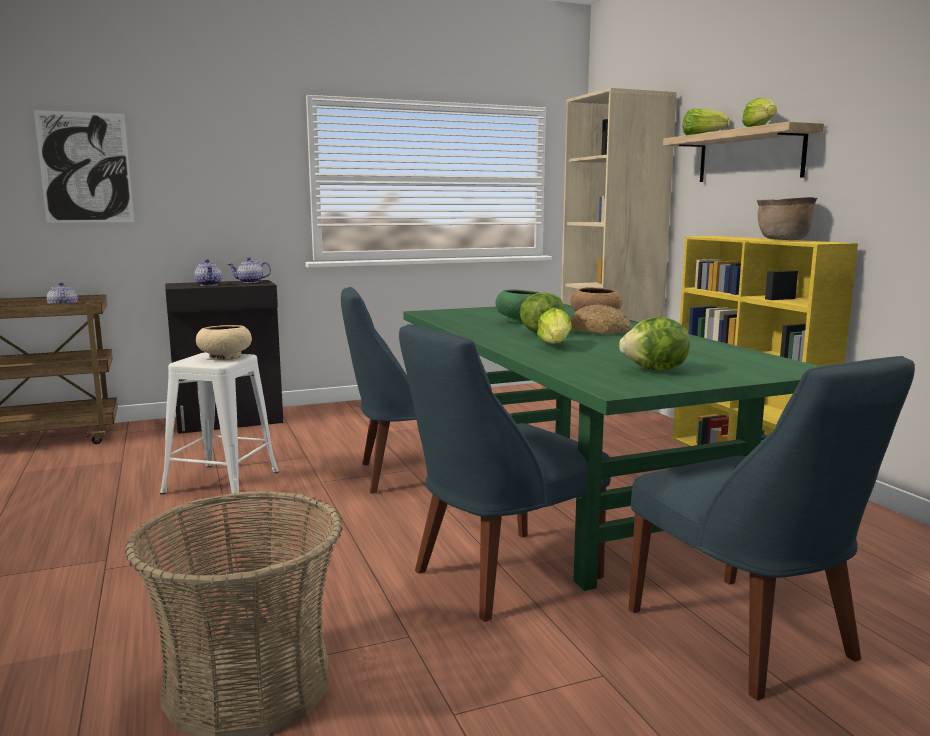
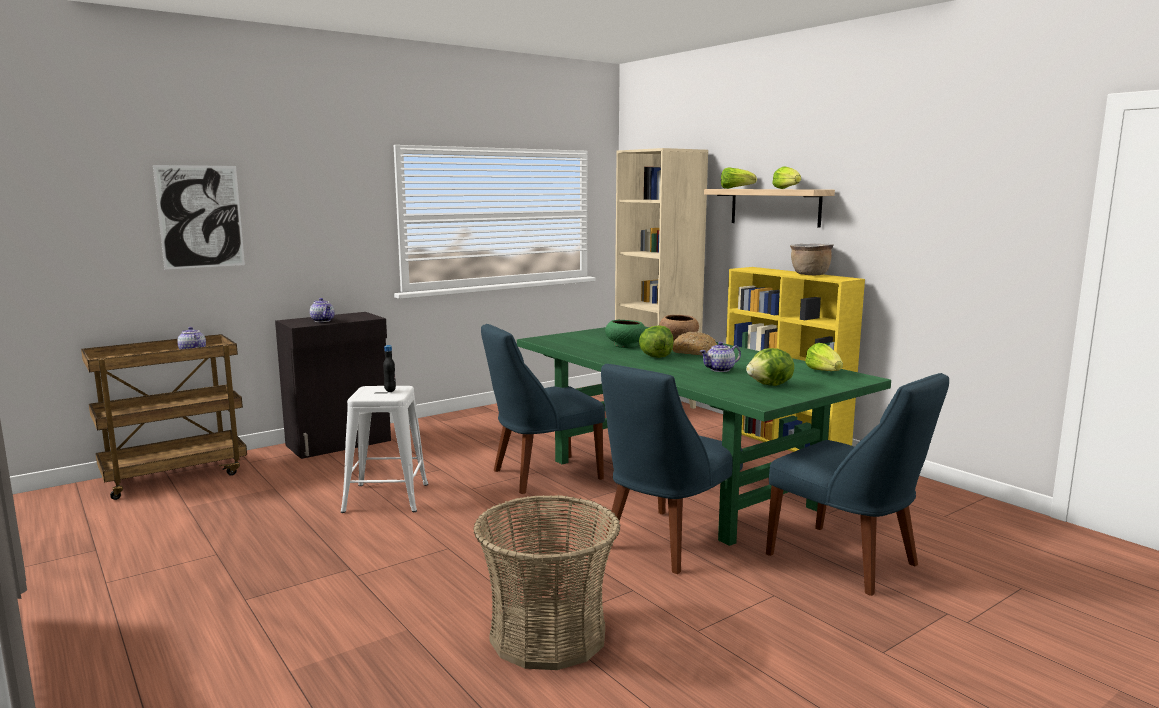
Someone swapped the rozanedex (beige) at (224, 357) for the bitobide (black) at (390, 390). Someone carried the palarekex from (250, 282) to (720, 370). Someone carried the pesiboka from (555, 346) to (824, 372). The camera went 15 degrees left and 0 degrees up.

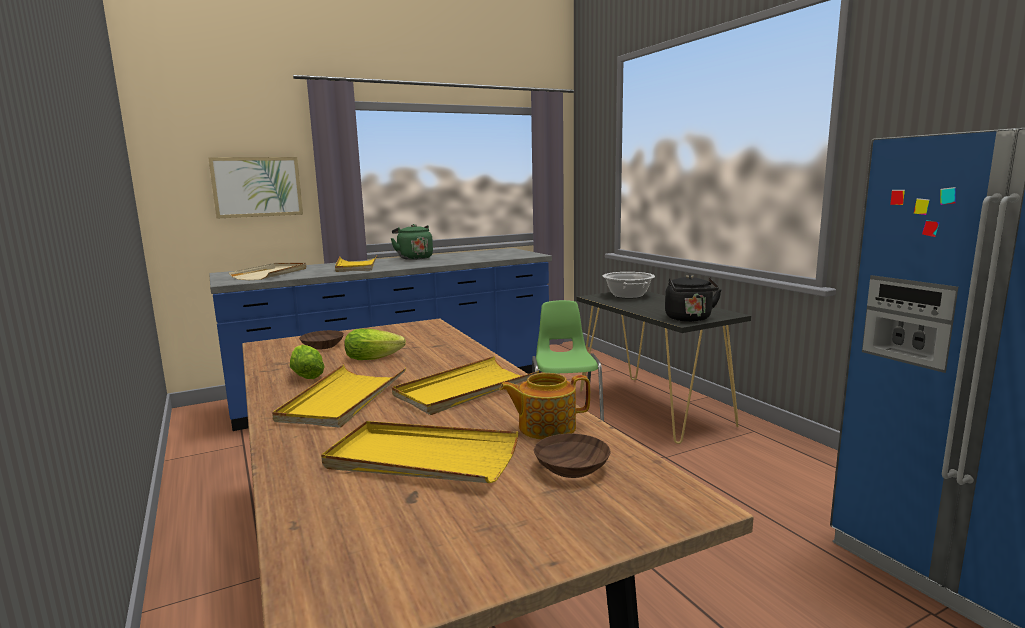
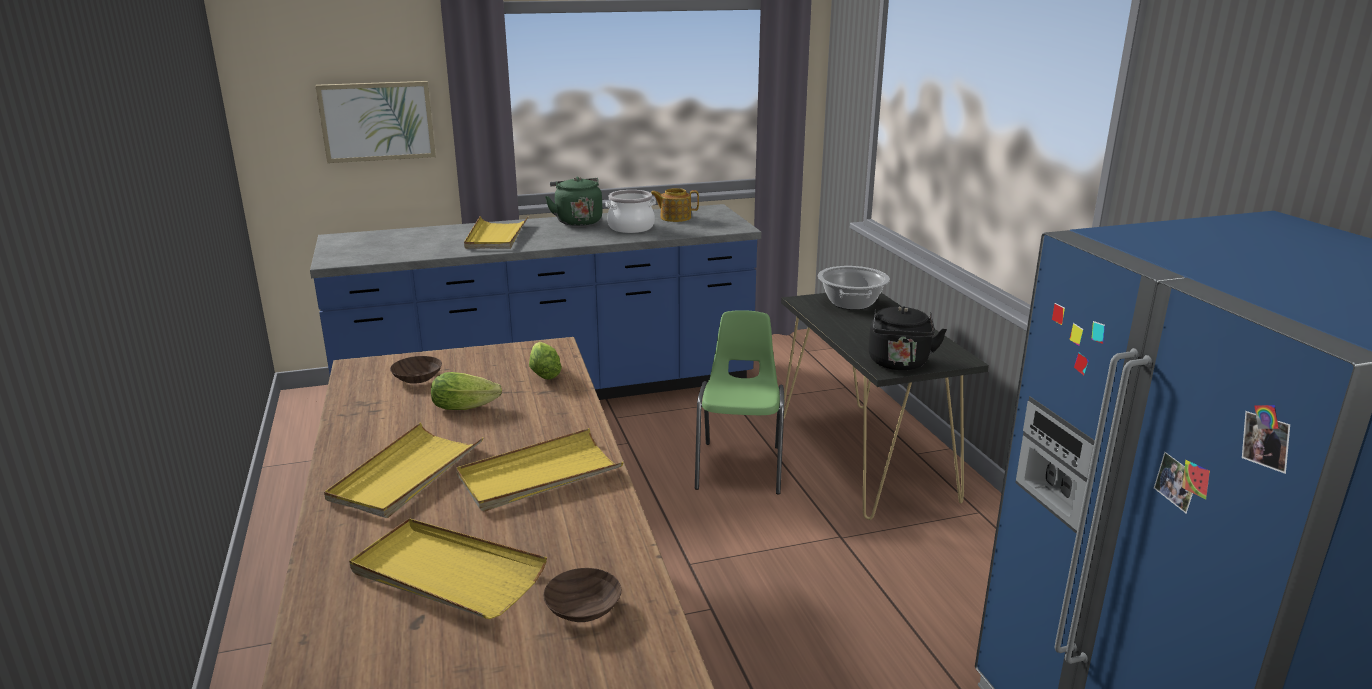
Someone carried the pesiboka from (307, 374) to (544, 371). Someone put down the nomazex at (631, 228). Someone carried the palarekex from (545, 427) to (675, 217). Someone took away the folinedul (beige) at (271, 274). The camera went 10 degrees right and 10 degrees up.

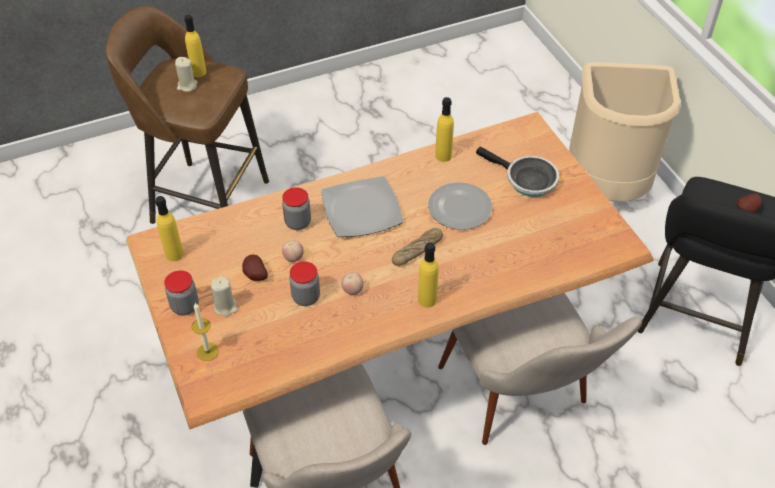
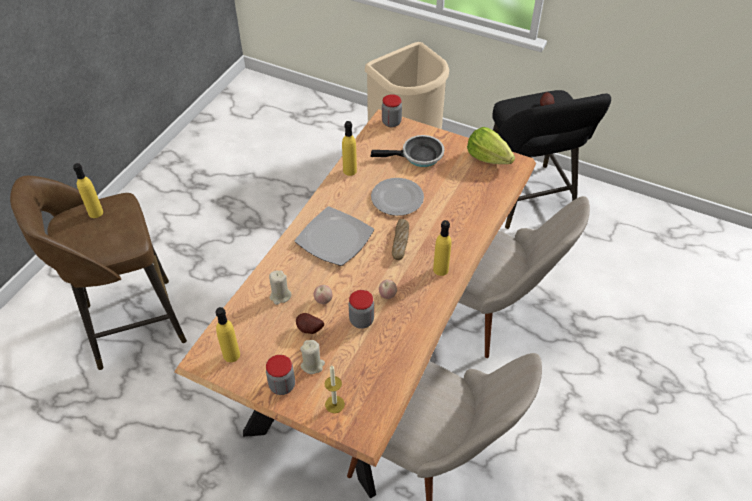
Someone carried the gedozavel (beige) from (187, 86) to (280, 296). Someone carried the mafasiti from (298, 222) to (391, 122). Someone put down the pesiboka at (488, 158). The camera went 40 degrees left and 0 degrees up.

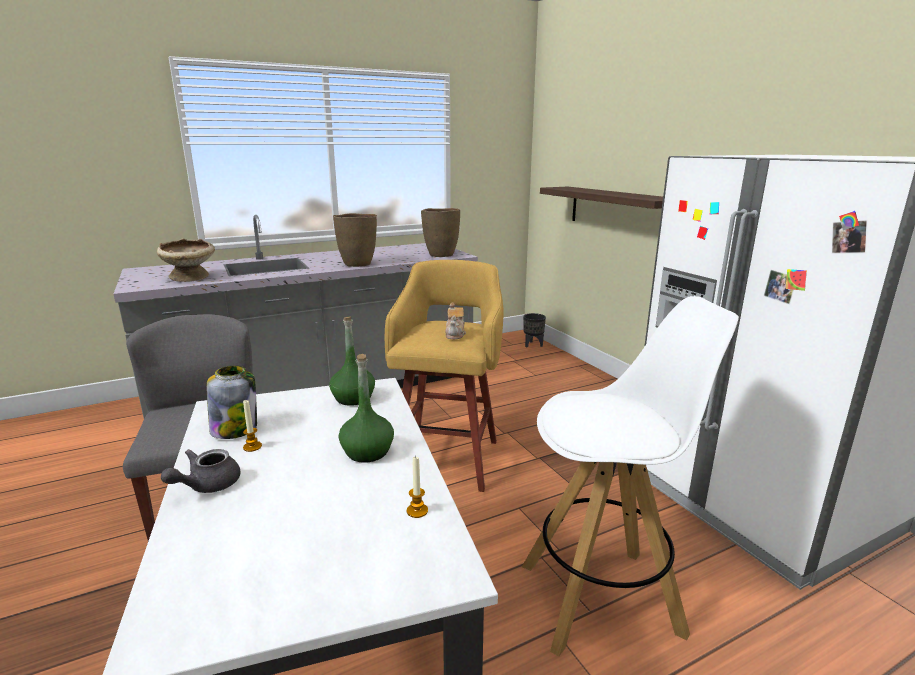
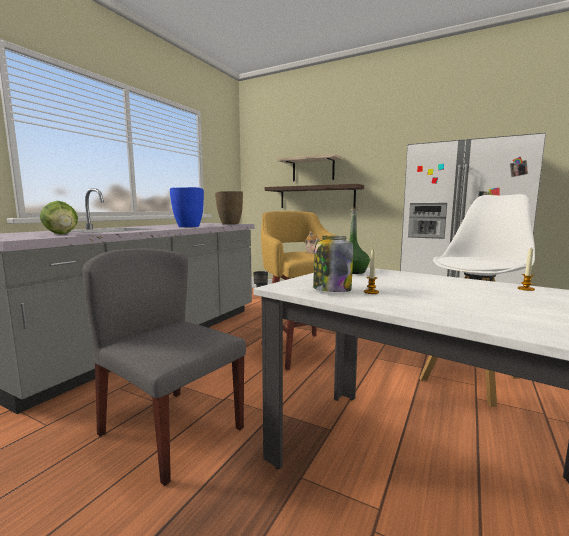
Someone swapped the rozanedex (beige) at (191, 278) for the pesiboka at (61, 234). Someone repainted the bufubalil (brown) at (357, 264), which became the bufubalil (blue) at (188, 227). Someone put up the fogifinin at (313, 169). Someone took away the palarekex (grey) at (207, 485). Someone took away the bitobide (green) at (367, 452). The camera went 35 degrees left and 10 degrees down.

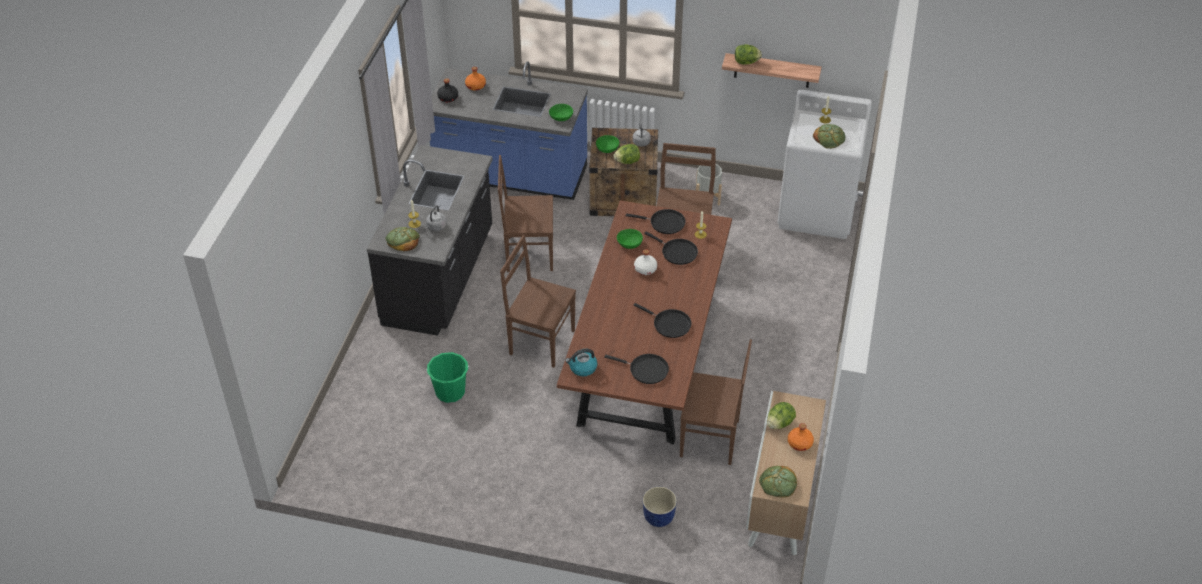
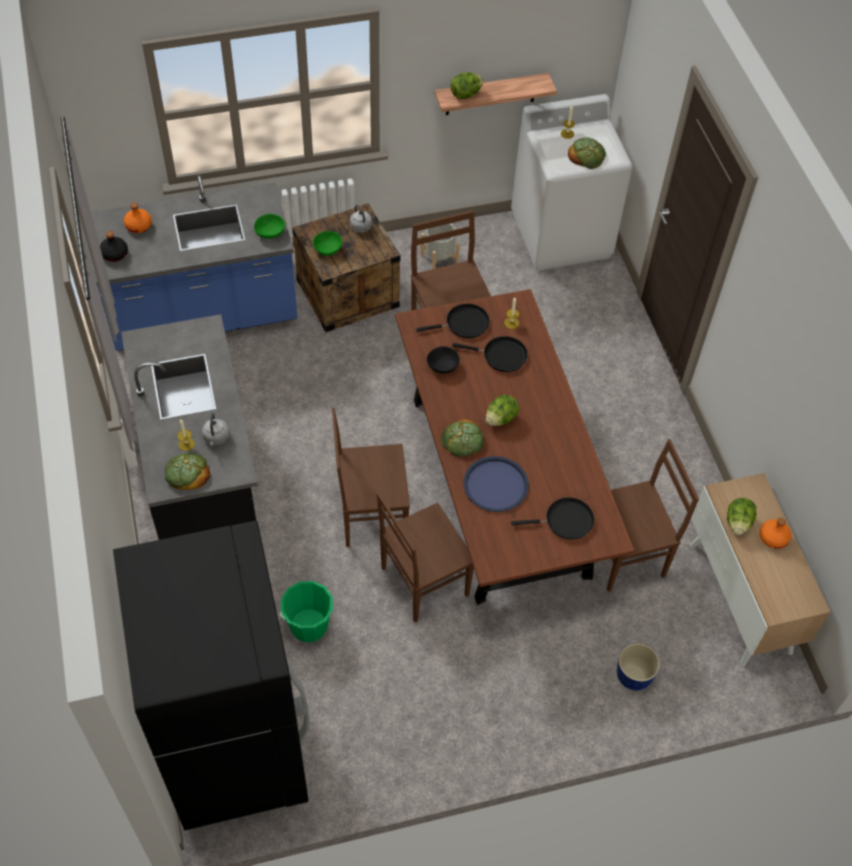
Someone put down the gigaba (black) at (235, 748). Someone carried the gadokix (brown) from (528, 253) to (422, 582). Someone repainted the rozanedex (green) at (629, 243), which became the rozanedex (black) at (443, 365). Someone carried the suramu from (778, 484) to (463, 440). Someone put down the folinedul (blue) at (495, 485). Someone carried the pesiboka from (627, 161) to (501, 418). Someone took away the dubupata at (582, 368). Someone took away the bitobide (white) at (645, 269). Someone took away the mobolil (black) at (669, 324). The camera went 30 degrees left and 10 degrees up.

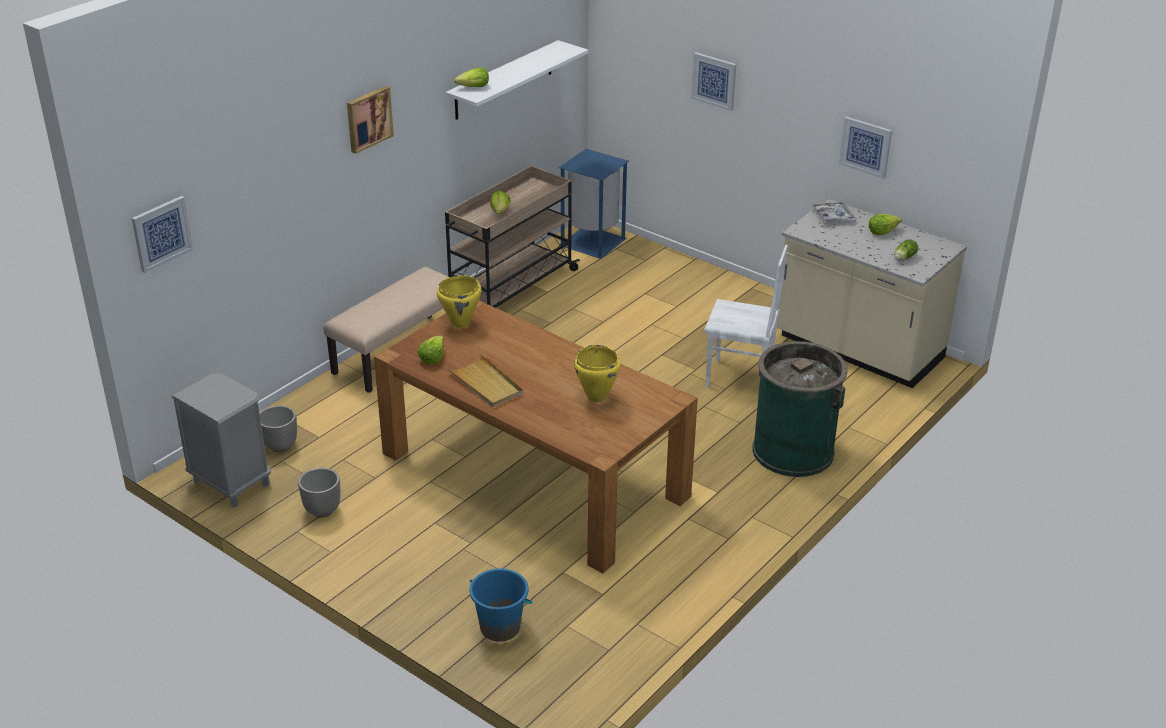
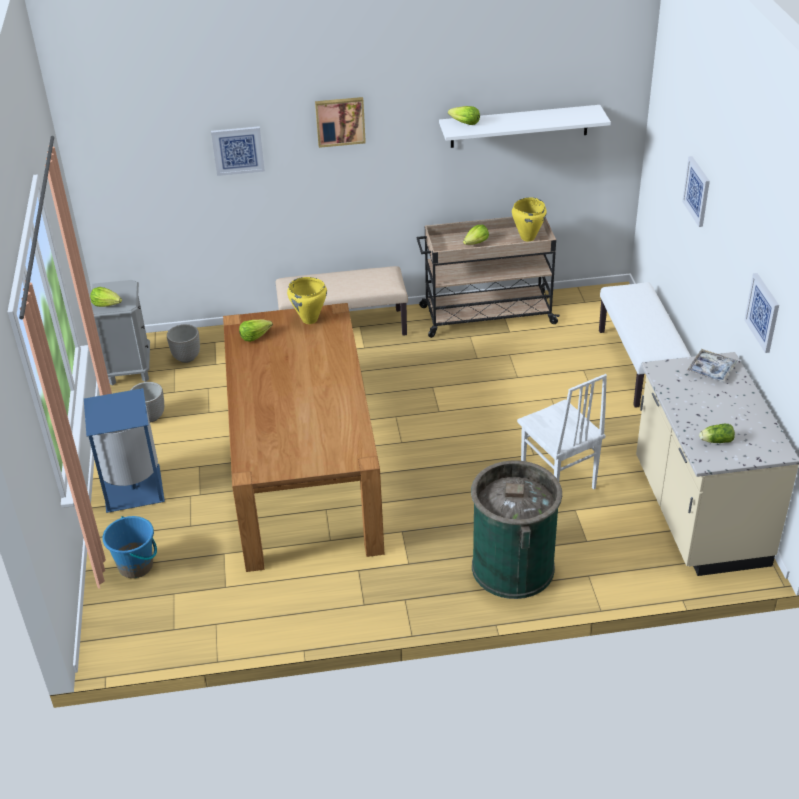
Someone carried the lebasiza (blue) from (591, 242) to (132, 488). Someone carried the pesiboka from (882, 231) to (107, 304). Someone carried the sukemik from (161, 233) to (238, 150). Someone carried the nomazex (yellow) from (596, 397) to (527, 238). Someone put down the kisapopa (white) at (640, 365). Someone took away the folinedul (beige) at (486, 384). The camera went 45 degrees right and 5 degrees up.

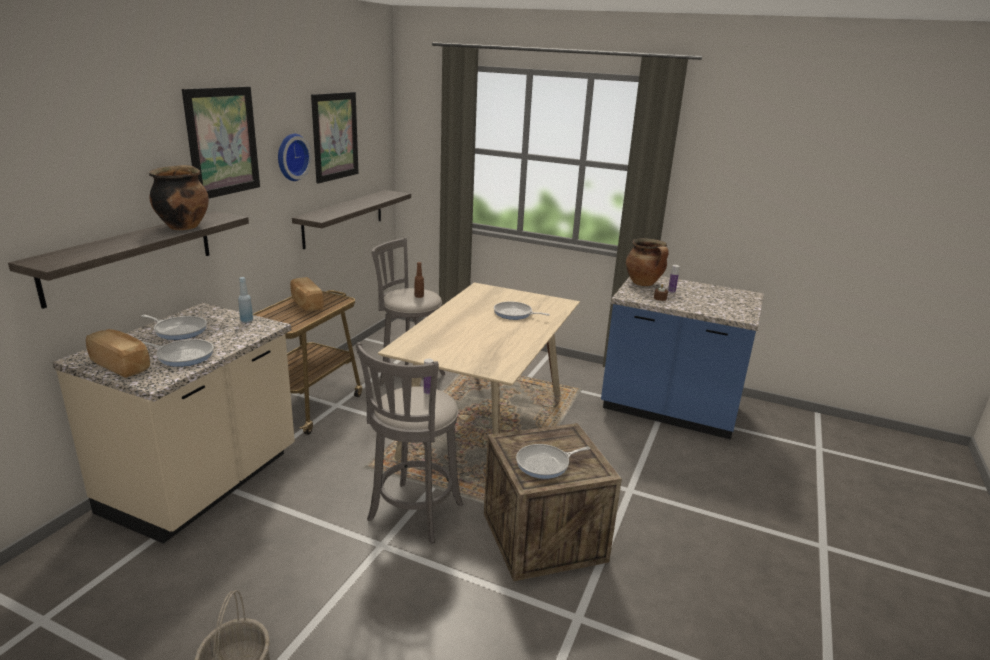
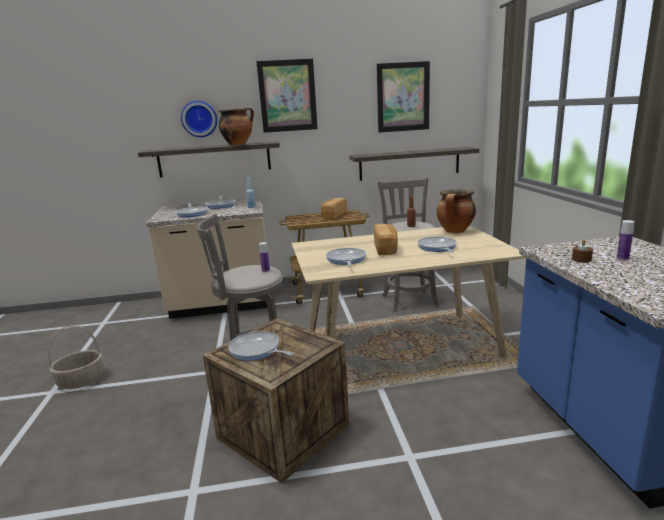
Someone carried the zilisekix from (291, 157) to (199, 119). Someone put down the mobolil at (346, 260). Someone carried the suramu from (122, 365) to (386, 249). Someone carried the nomazex from (644, 283) to (455, 231). The camera went 60 degrees right and 5 degrees down.

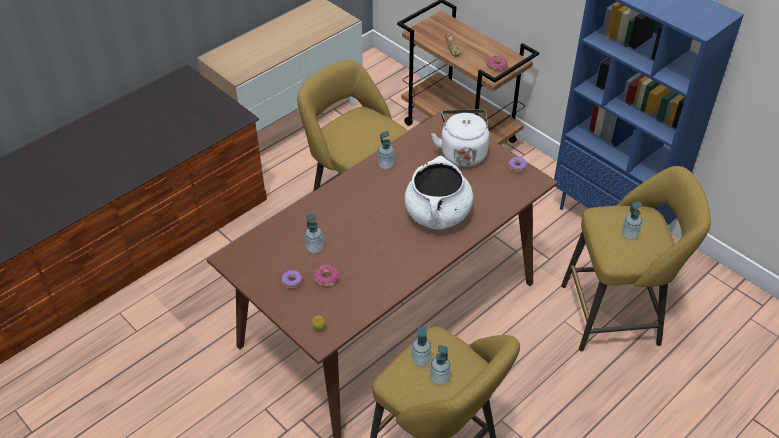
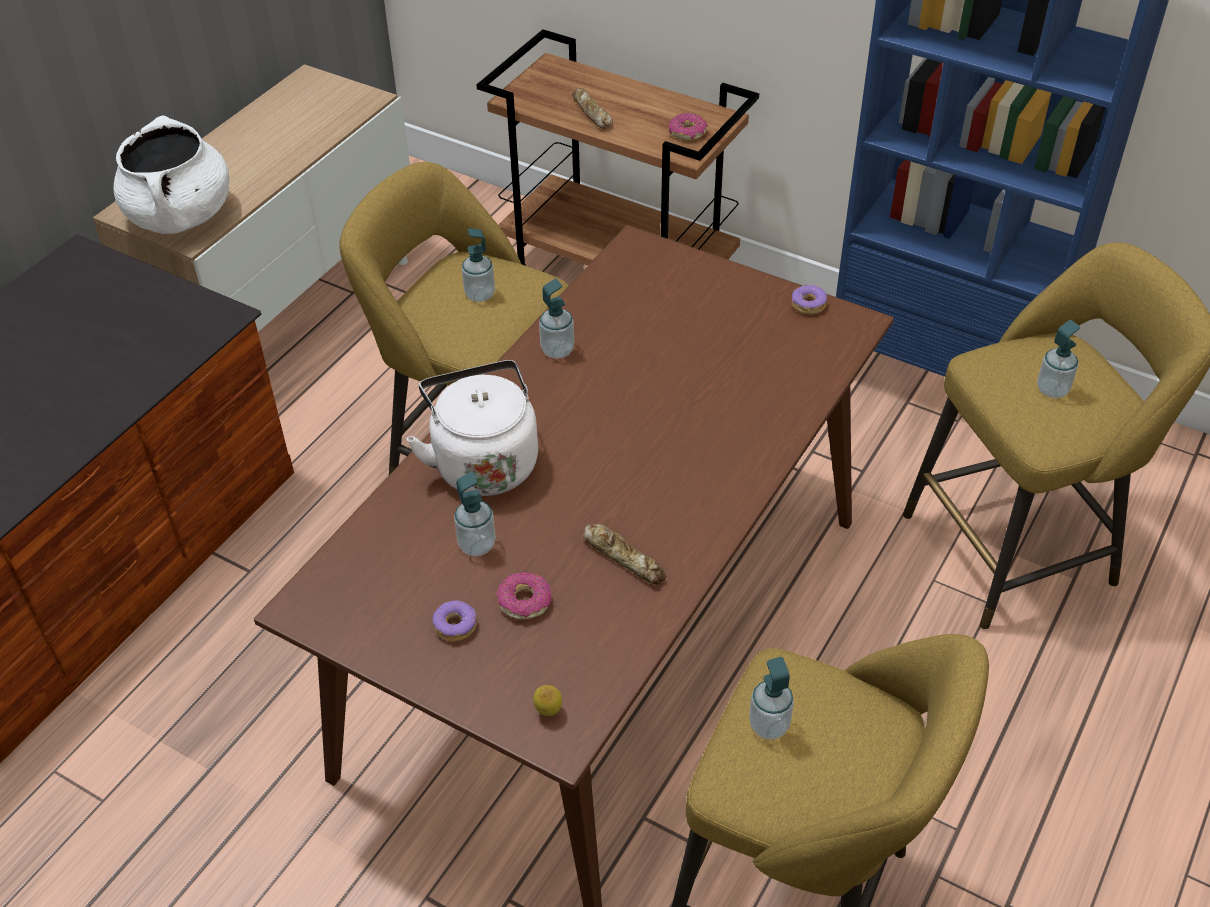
Someone carried the nomazex (white) from (437, 214) to (181, 216). Someone carried the dubupata (white) from (462, 152) to (483, 461). Someone carried the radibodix from (439, 378) to (480, 295). Someone put down the suramu at (624, 557). The camera went 15 degrees left and 0 degrees up.

